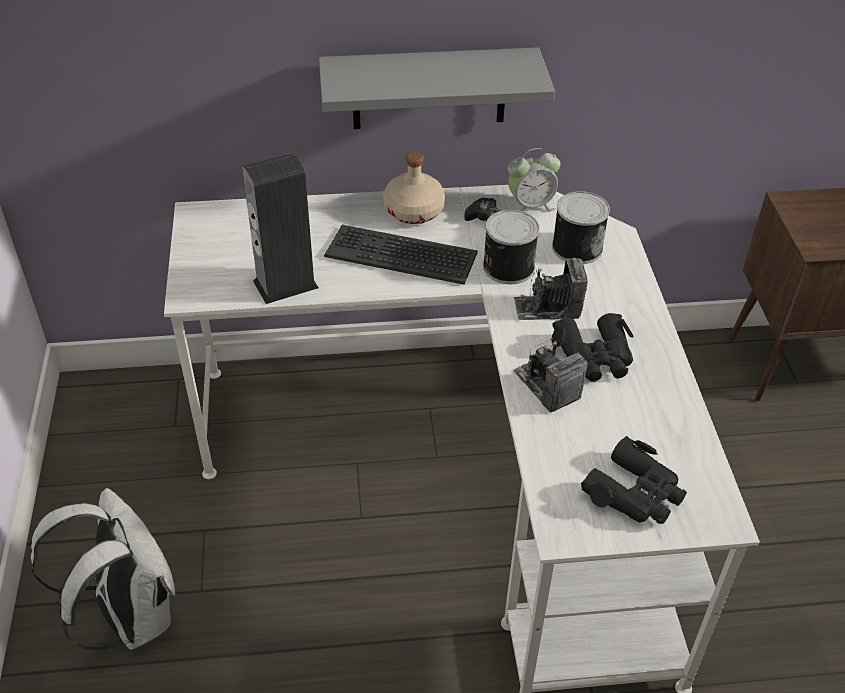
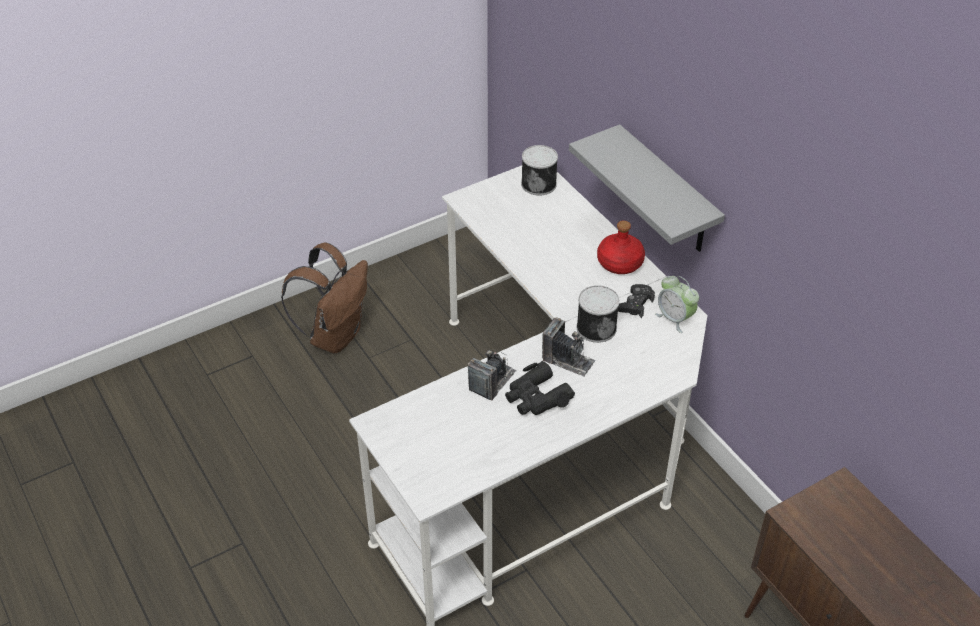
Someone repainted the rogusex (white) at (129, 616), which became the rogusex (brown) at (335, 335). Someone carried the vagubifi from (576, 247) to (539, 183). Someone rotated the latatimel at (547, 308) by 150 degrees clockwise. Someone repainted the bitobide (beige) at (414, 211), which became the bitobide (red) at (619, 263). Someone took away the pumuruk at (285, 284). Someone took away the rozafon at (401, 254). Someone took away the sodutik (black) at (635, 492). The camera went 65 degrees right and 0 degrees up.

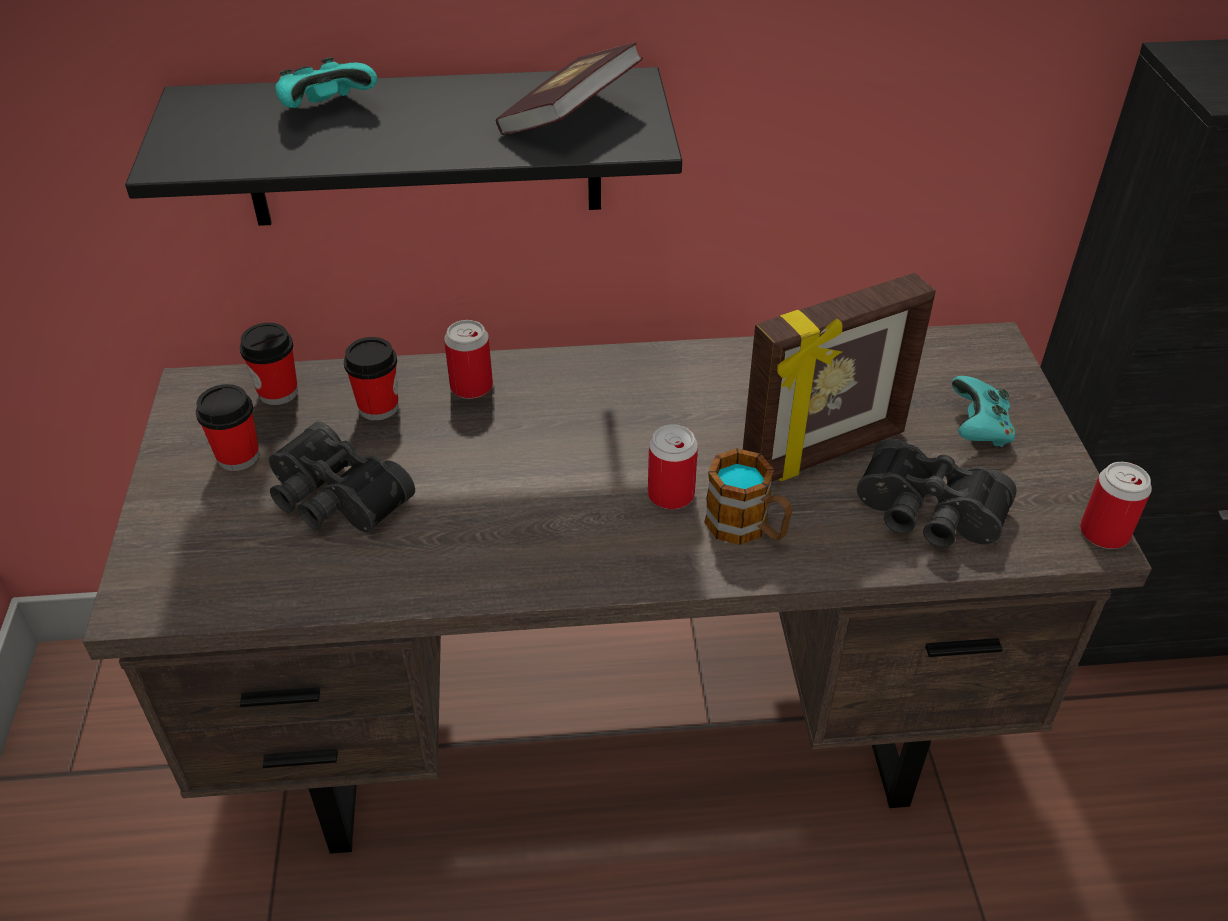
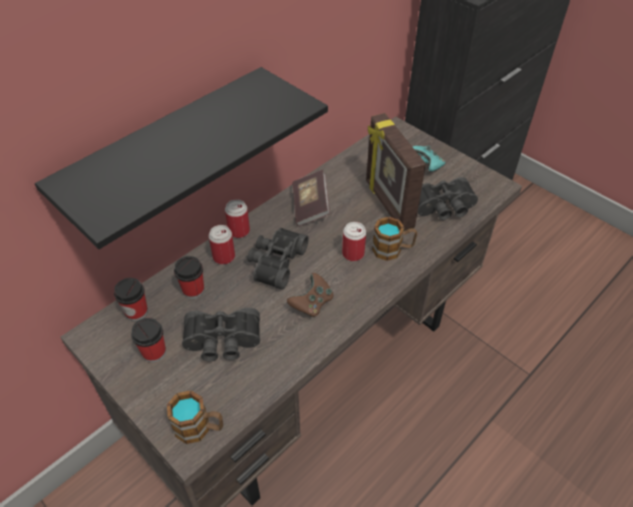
Someone put down the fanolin at (199, 428). Someone carried the vagubifi from (1104, 533) to (239, 231). Someone put down the sodutik (black) at (275, 262). Someone put down the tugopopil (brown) at (312, 303). Someone carried the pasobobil from (570, 118) to (310, 207). Someone rotated the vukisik at (825, 453) by 135 degrees clockwise. Someone took away the tugopopil (turquoise) at (326, 108). The camera went 40 degrees left and 5 degrees up.

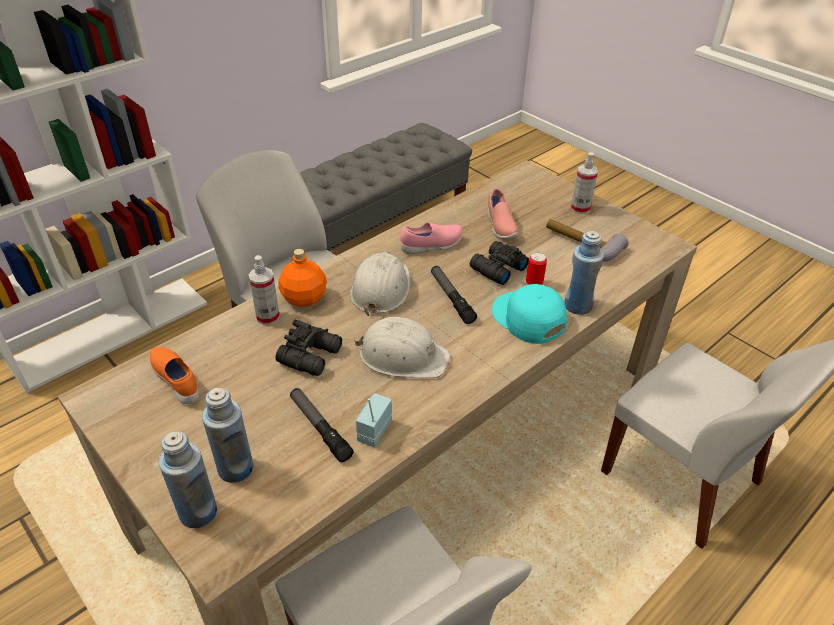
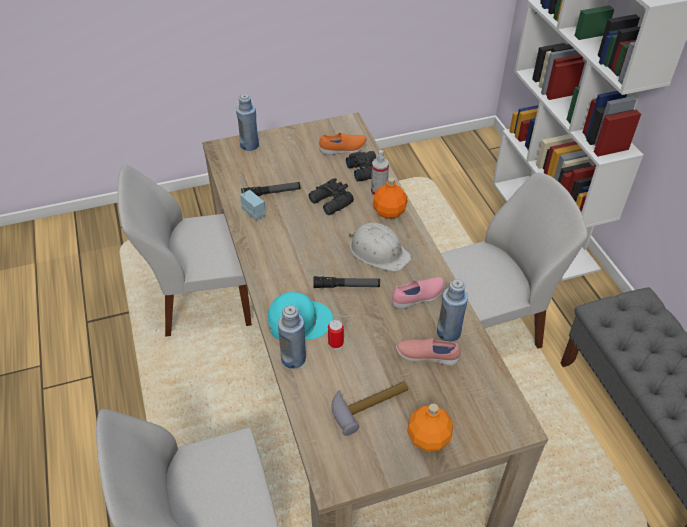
Someone carried the sodutik (black) from (496, 269) to (365, 170). Someone rotated the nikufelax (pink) at (432, 246) by 120 degrees counterclockwise. Someone swapped the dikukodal at (580, 208) for the bitobide (orange) at (429, 438). Someone carried the bitobide (blue) from (235, 468) to (448, 332). Someone took away the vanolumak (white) at (402, 356). The camera went 115 degrees right and 5 degrees up.

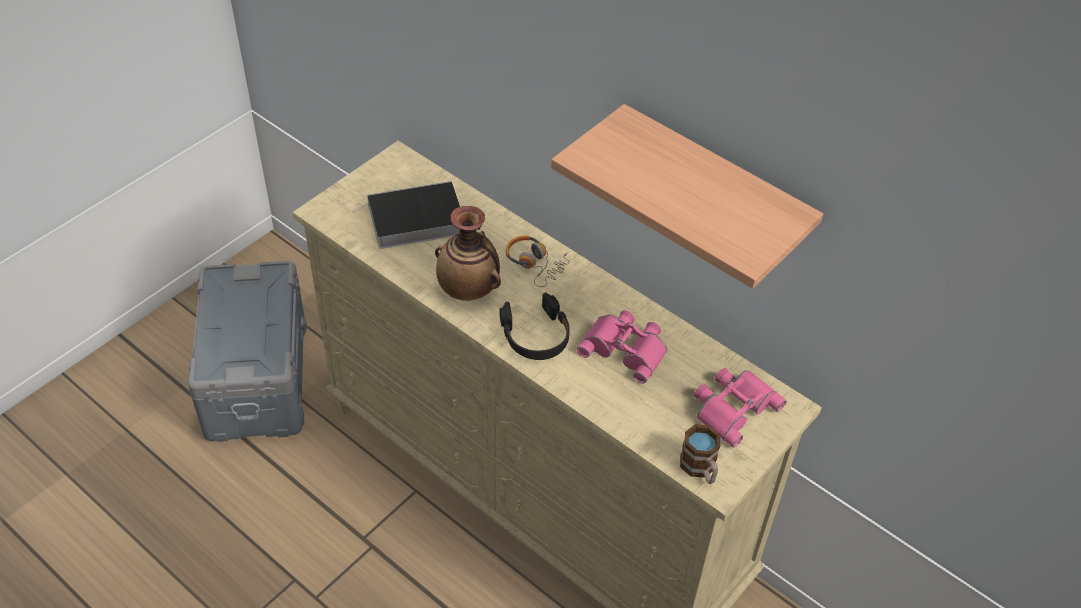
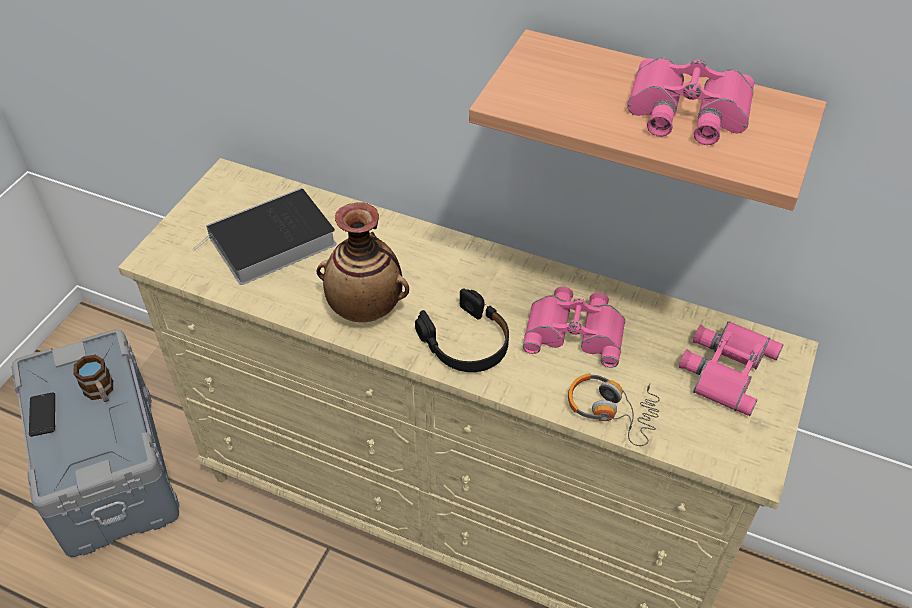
Someone put down the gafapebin at (42, 414). Someone carried the fanolin from (700, 469) to (101, 392). Someone carried the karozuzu from (535, 264) to (611, 411). Someone put down the sodutik (pink) at (686, 112). The camera went 15 degrees left and 0 degrees up.

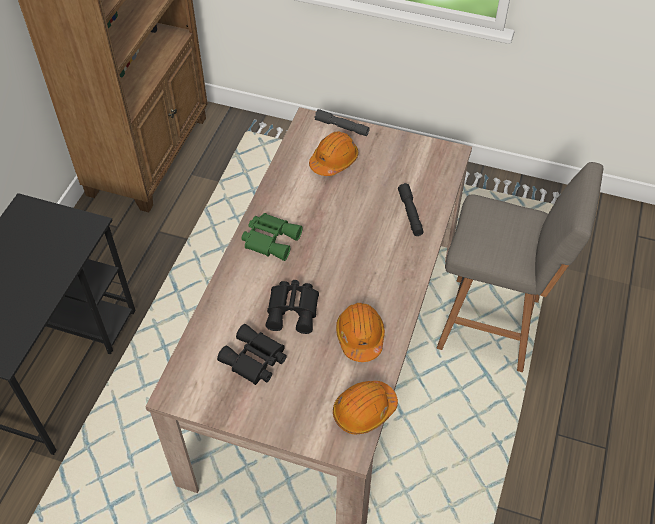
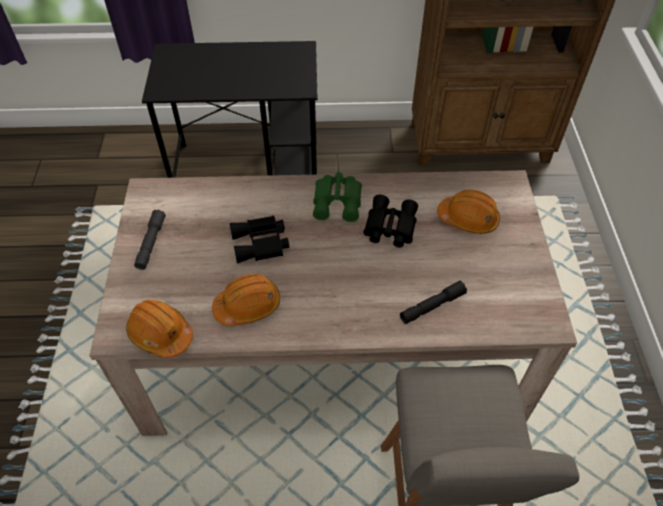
Someone carried the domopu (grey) from (342, 127) to (151, 243). Someone carried the sodutik (black) from (254, 360) to (389, 227). The camera went 70 degrees right and 0 degrees up.

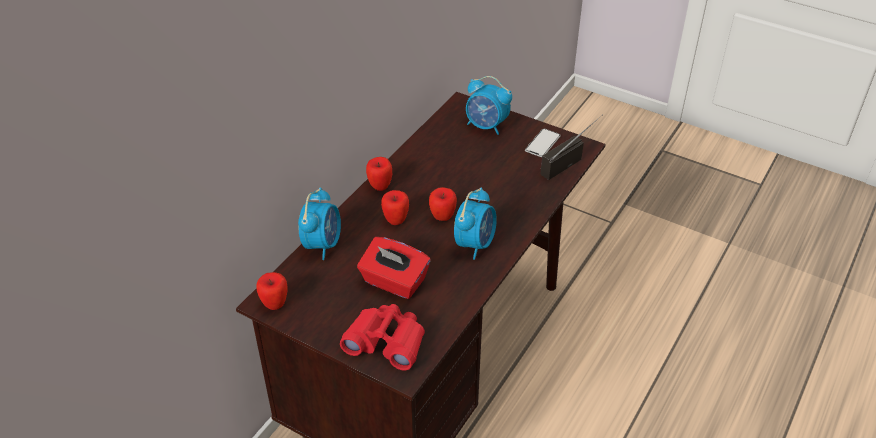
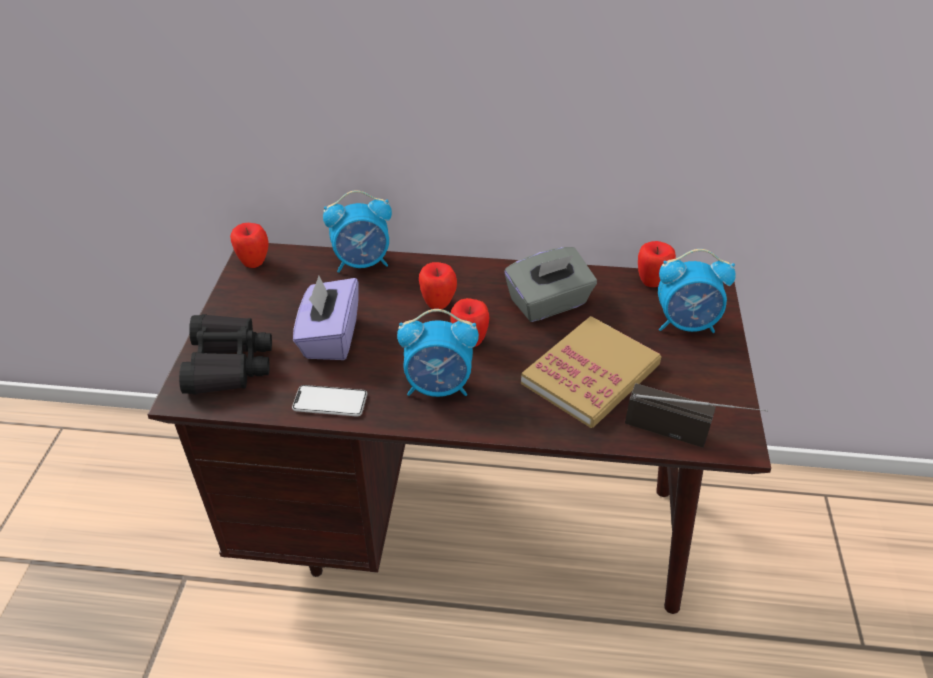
Someone repainted the sodutik (red) at (386, 342), which became the sodutik (black) at (228, 364). Someone carried the gafapebin from (542, 143) to (330, 402). Someone repainted the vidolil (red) at (394, 282), which became the vidolil (purple) at (330, 337). Someone put down the vidolil (grey) at (548, 304). Someone put down the pasobobil at (590, 374). Someone carried the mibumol from (380, 186) to (651, 281). Someone rotated the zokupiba at (486, 126) by 90 degrees counterclockwise. The camera went 65 degrees right and 0 degrees up.

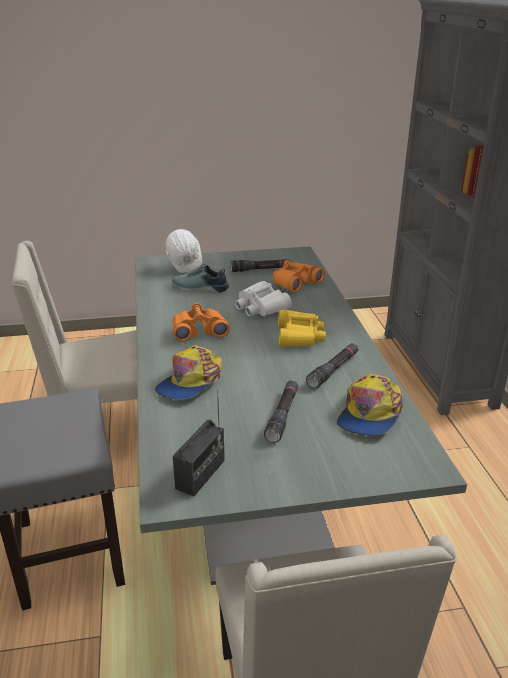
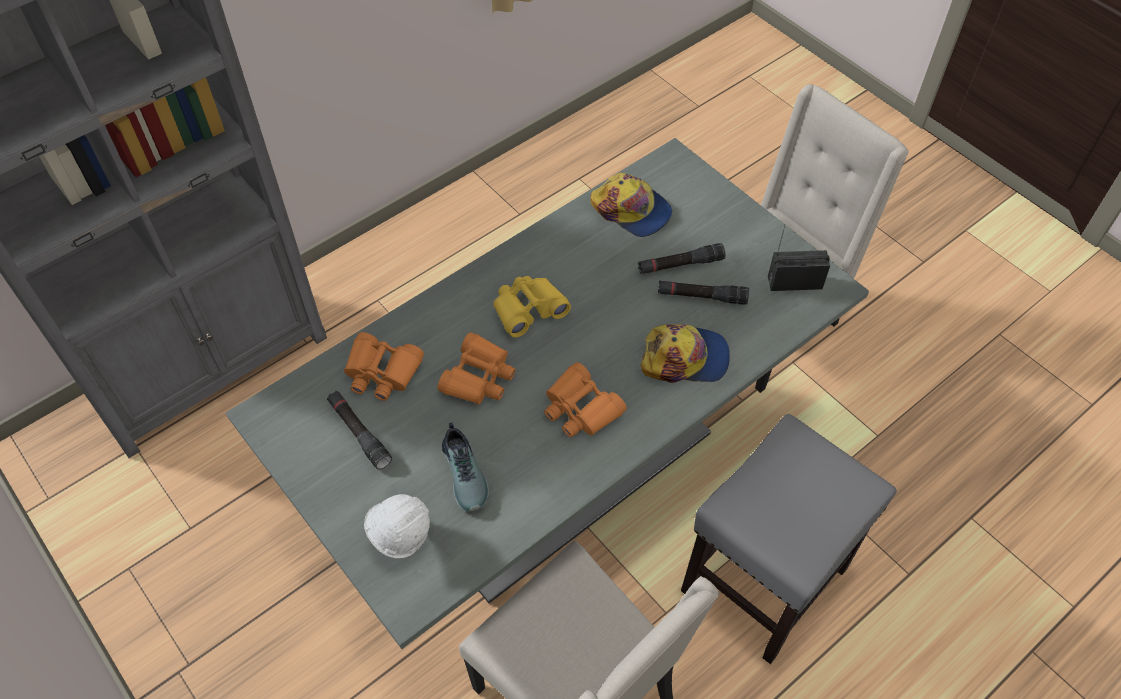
Someone repainted the sodutik (white) at (261, 307), which became the sodutik (orange) at (479, 377). Someone rotated the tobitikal at (369, 414) by 45 degrees clockwise. Someone carried the domopu (black) from (333, 370) to (702, 296). The camera went 120 degrees left and 25 degrees up.

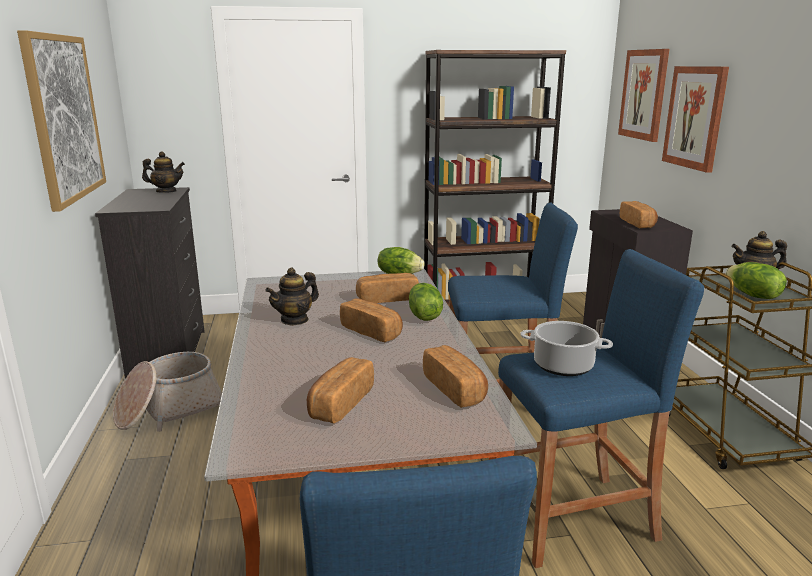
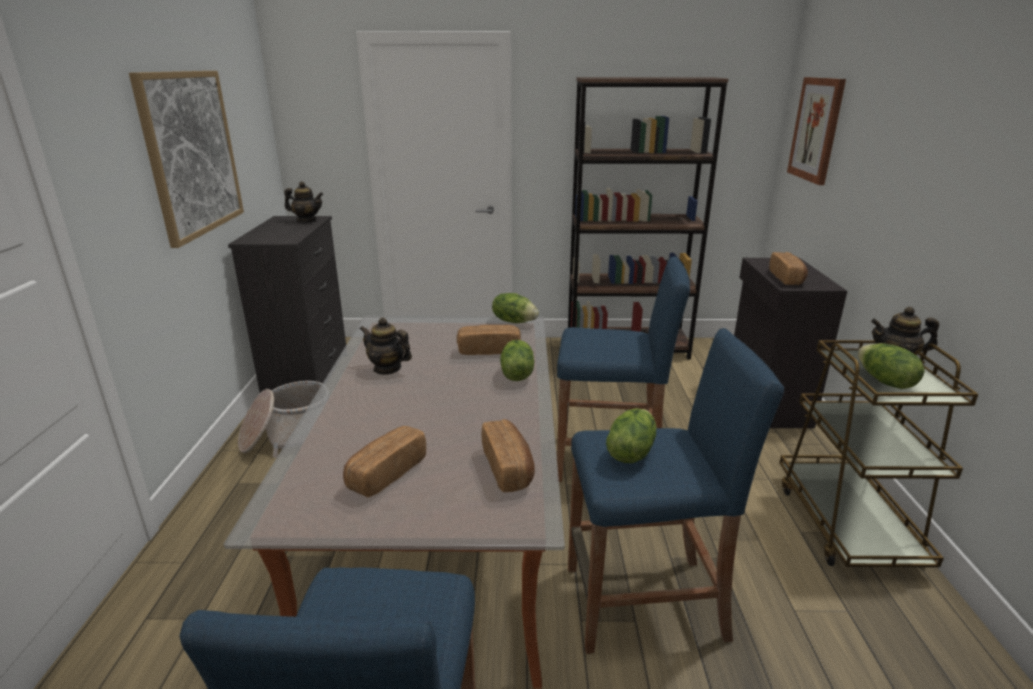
Someone rotated the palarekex at (294, 320) by 60 degrees clockwise. Someone swapped the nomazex at (562, 366) for the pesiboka at (630, 452). Someone took away the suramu at (372, 331). Someone took away the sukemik at (695, 117). The camera went 10 degrees right and 5 degrees up.

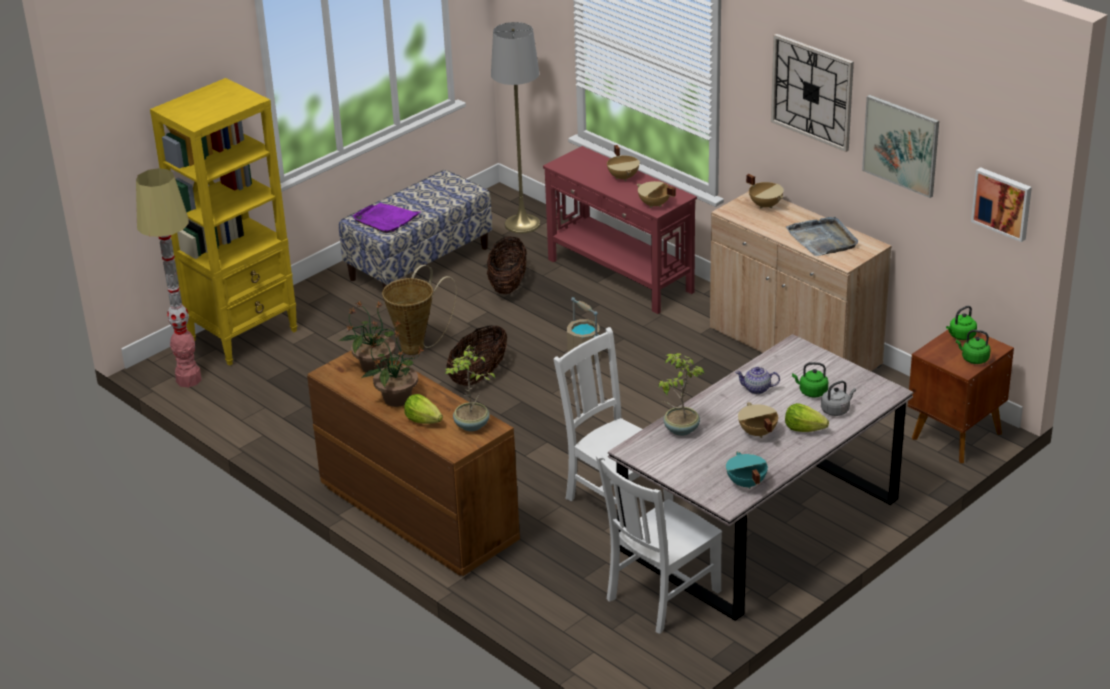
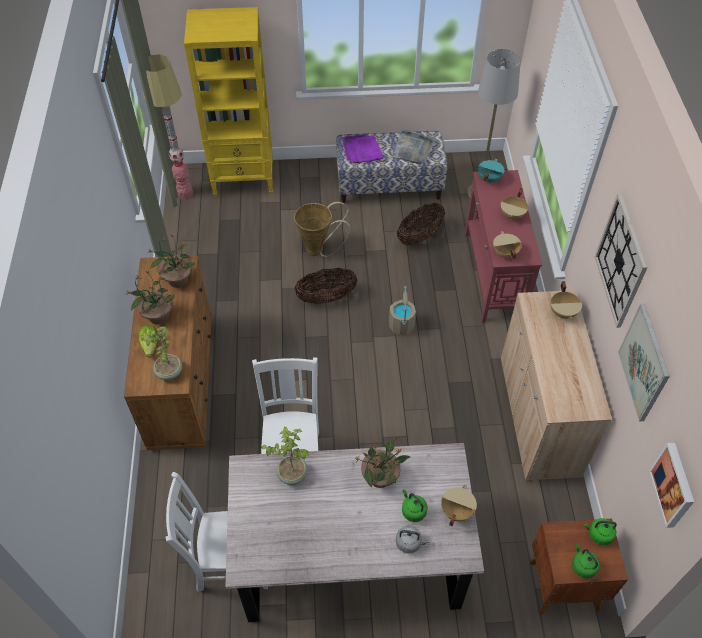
Someone swapped the palarekex at (757, 389) for the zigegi at (381, 477). Someone carried the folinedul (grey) from (823, 239) to (413, 149). Someone carried the nomazex (beige) from (757, 433) to (456, 510). Someone carried the nomazex (turquoise) from (745, 483) to (488, 179). Someone took away the pesiboka at (804, 428). The camera went 40 degrees right and 20 degrees up.

